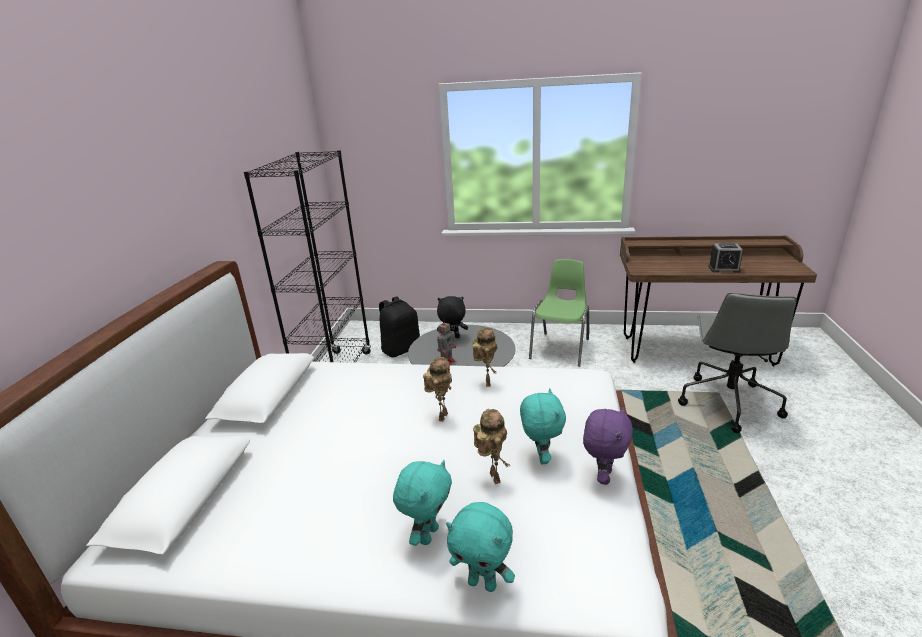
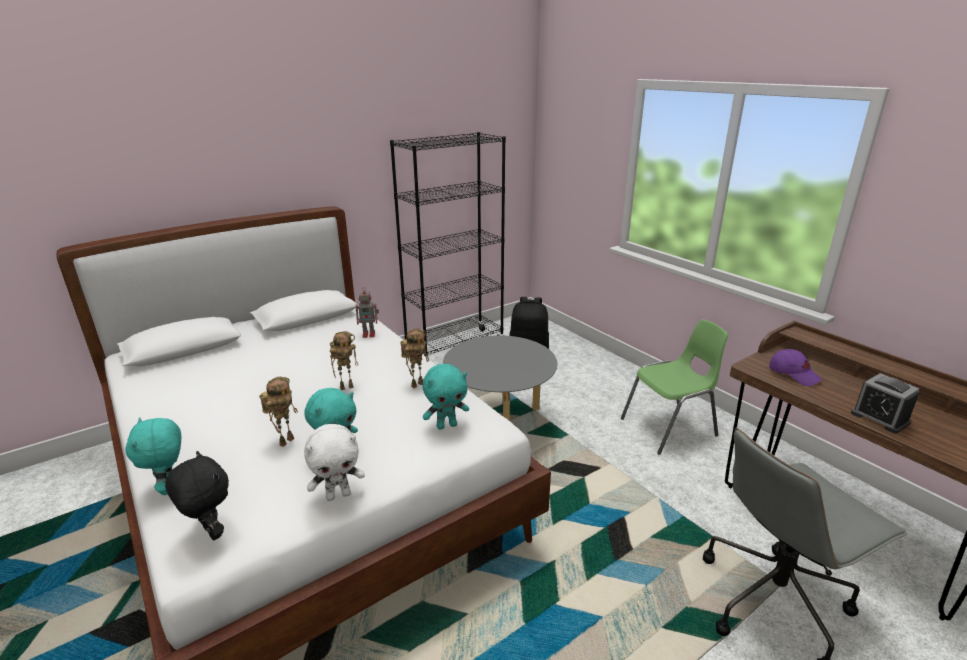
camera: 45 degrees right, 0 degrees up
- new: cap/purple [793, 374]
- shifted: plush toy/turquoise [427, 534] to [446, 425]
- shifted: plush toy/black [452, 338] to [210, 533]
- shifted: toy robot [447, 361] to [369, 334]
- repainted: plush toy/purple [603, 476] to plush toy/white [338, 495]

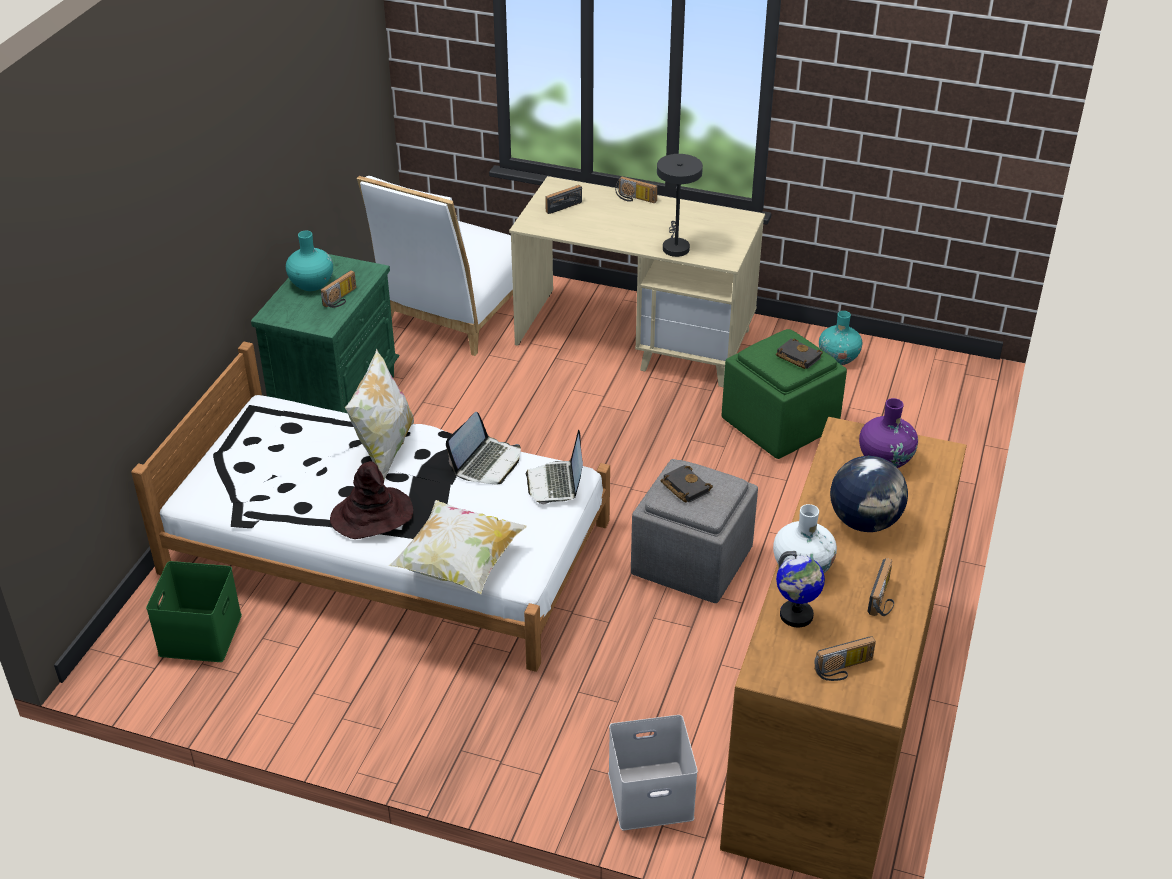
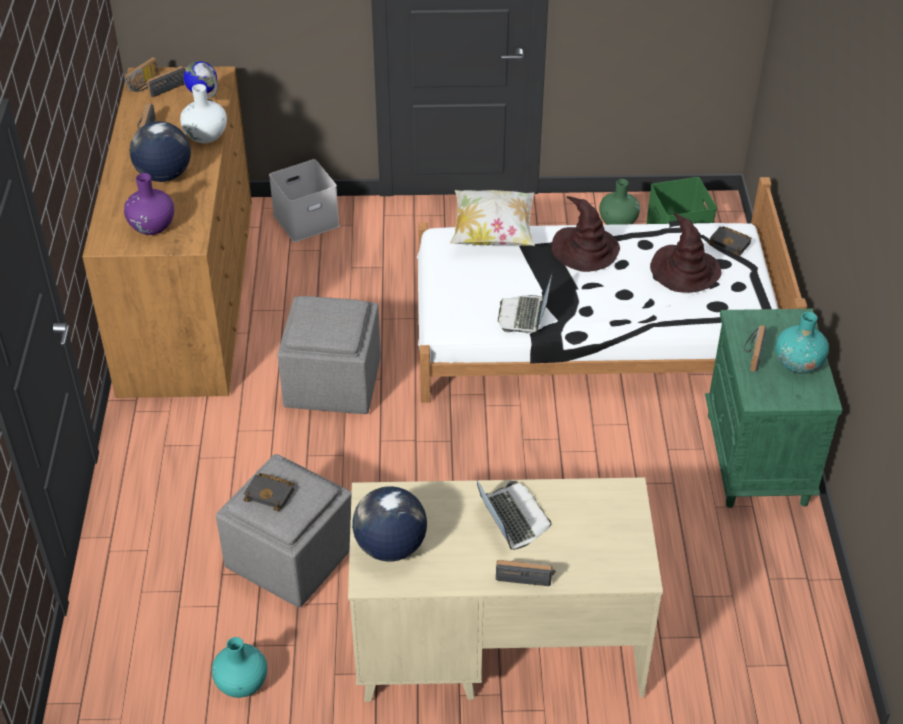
camera: 160 degrees right, 5 degrees up
- gone: pillow [384, 449]
- gone: chair/white [453, 315]
- gone: table lamp/grey [675, 246]
- new: globe [390, 547]
- new: vase/green [618, 222]
- new: hat/brown [685, 271]
- shifted: laptop [556, 484] to [511, 518]
- shifted: radio [562, 205] to [144, 84]
- shifted: book/black [684, 487] to [731, 243]
- repainted: ottoman/green [781, 425] to ottoman/grey [289, 558]

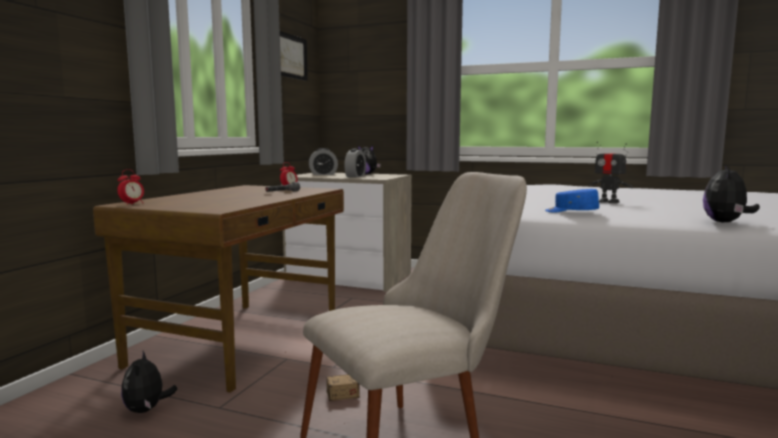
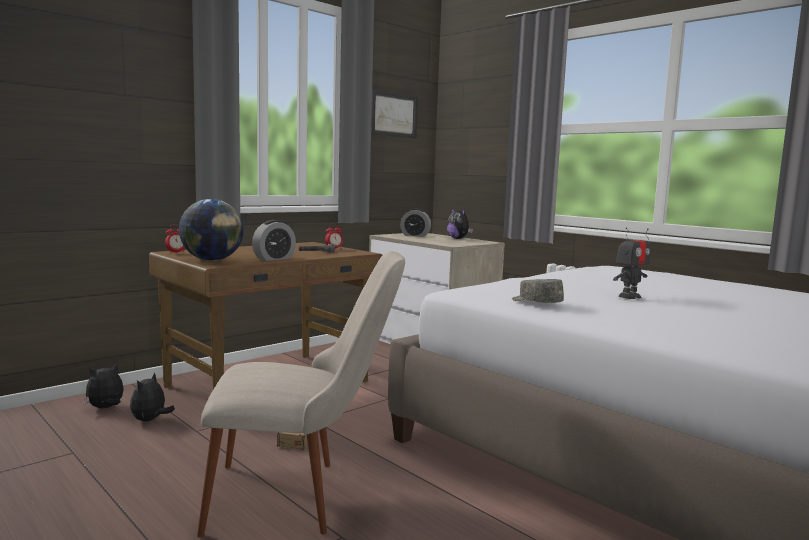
camera: 25 degrees right, 0 degrees up
- new: globe [212, 260]
- shifted: alarm clock [355, 176] to [274, 258]
- shifted: plush toy [726, 222] to [106, 408]
- repainted: cap/blue [571, 212] to cap/grey [536, 303]
- rotated: toy robot [608, 202] = [629, 296] 105 degrees counterclockwise

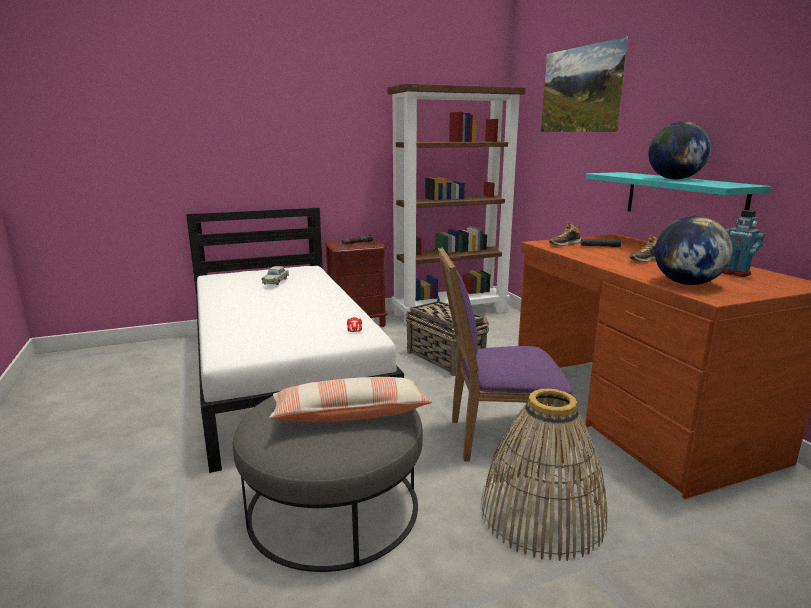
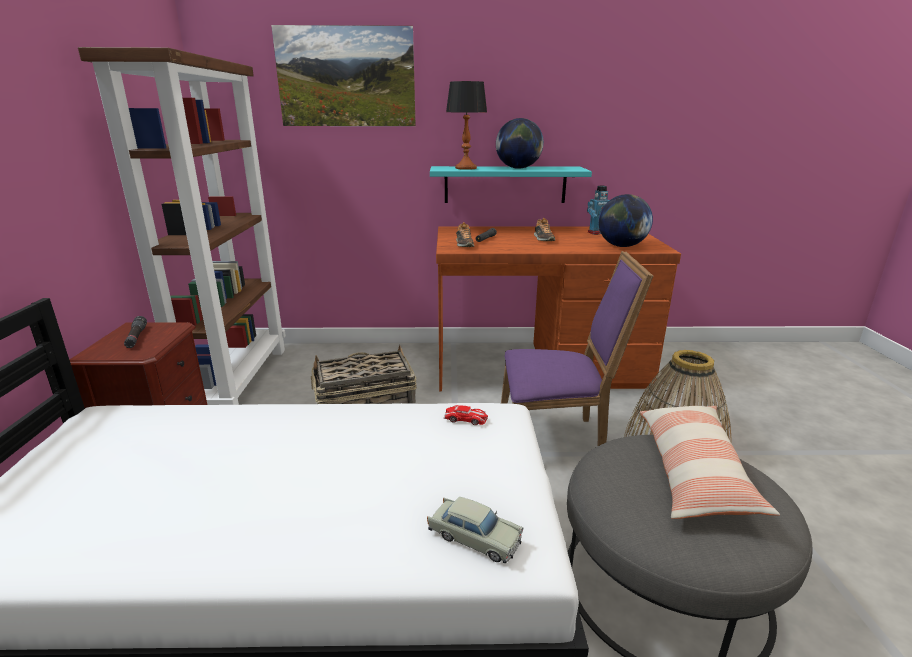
camera: 70 degrees left, 5 degrees up
- new: table lamp [465, 168]
- shifted: toy car/beige [276, 281] to [474, 537]
- rotated: chair/purple [497, 437] = [556, 438] 105 degrees counterclockwise

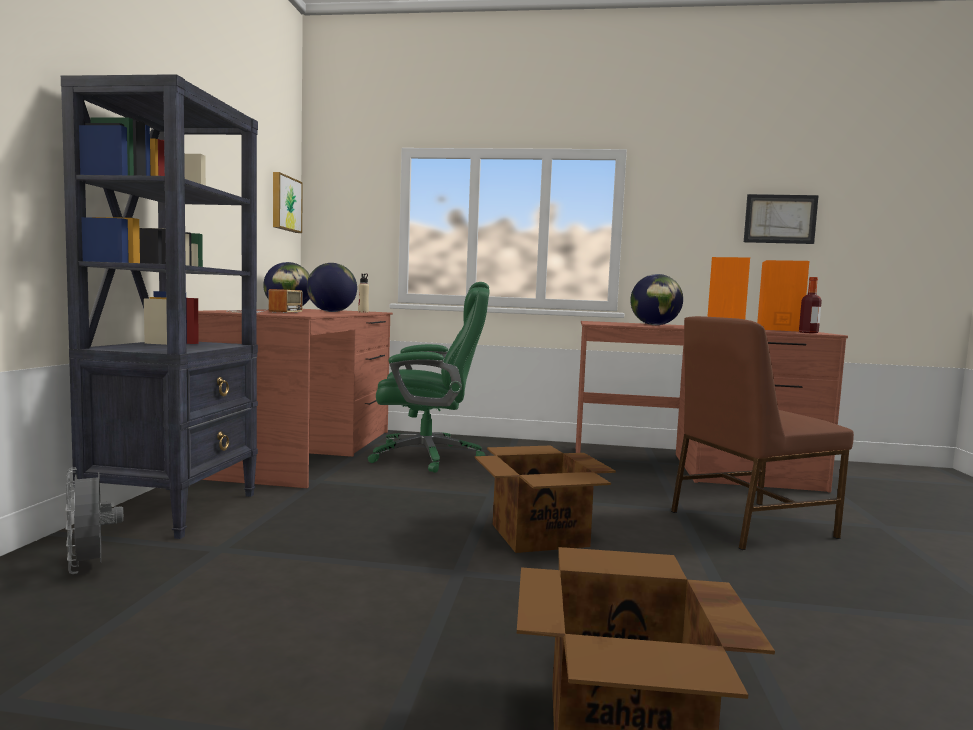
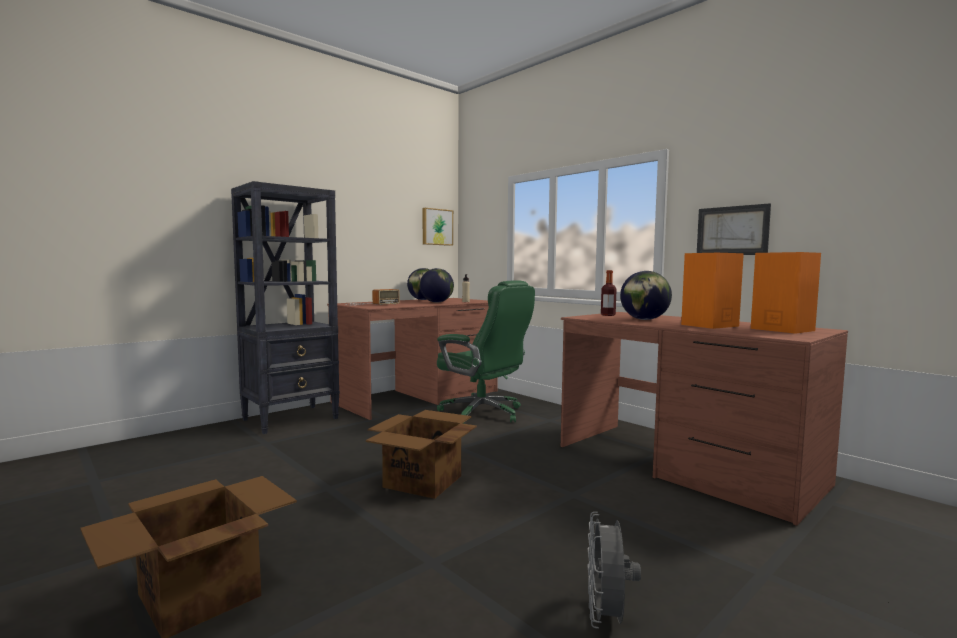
camera: 40 degrees right, 0 degrees up
- gone: chair/brown [748, 524]
- shifted: fan/grey [90, 567] to [606, 618]
- shifted: picture [780, 219] to [732, 231]
- shifted: bottle [808, 332] to [608, 315]

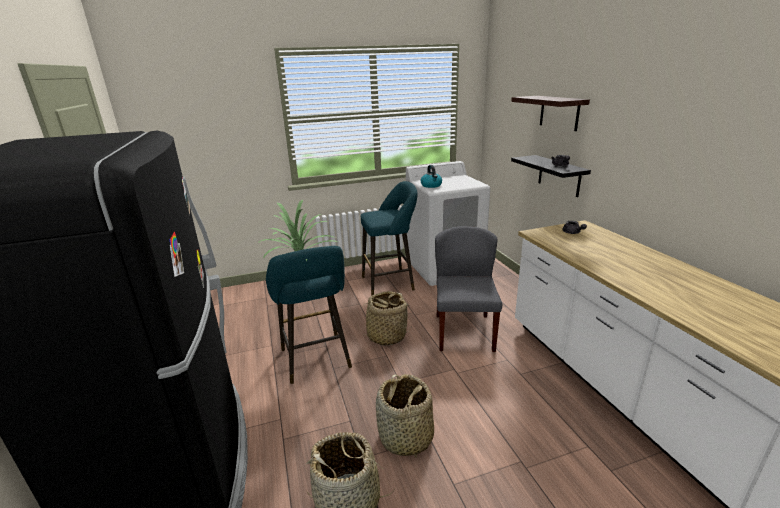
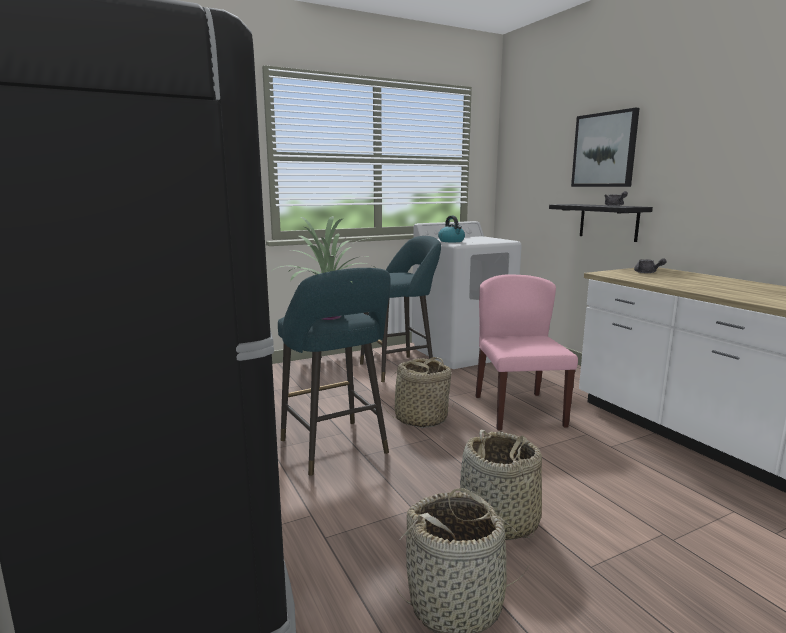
camera: 10 degrees left, 10 degrees down
- swapped: shelf [559, 112] to picture [604, 150]
- repainted: chair/grey [464, 332] to chair/pink [518, 410]

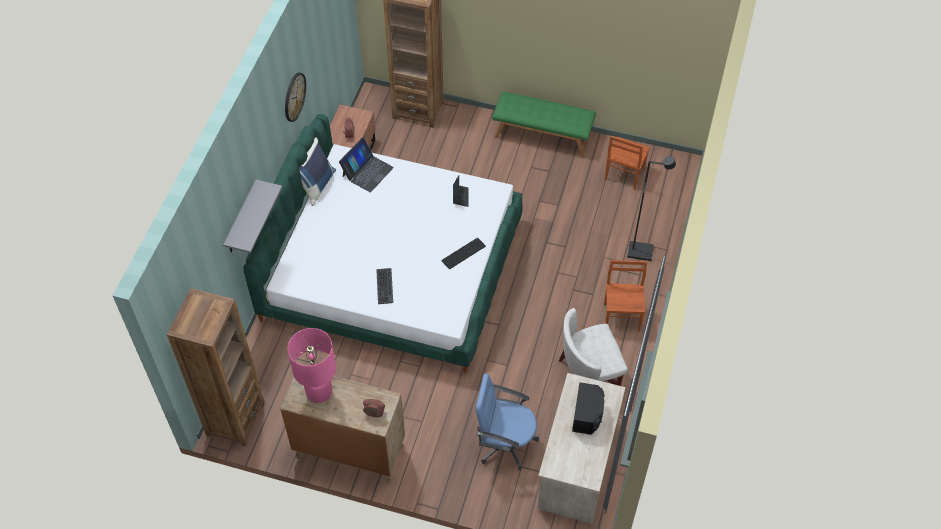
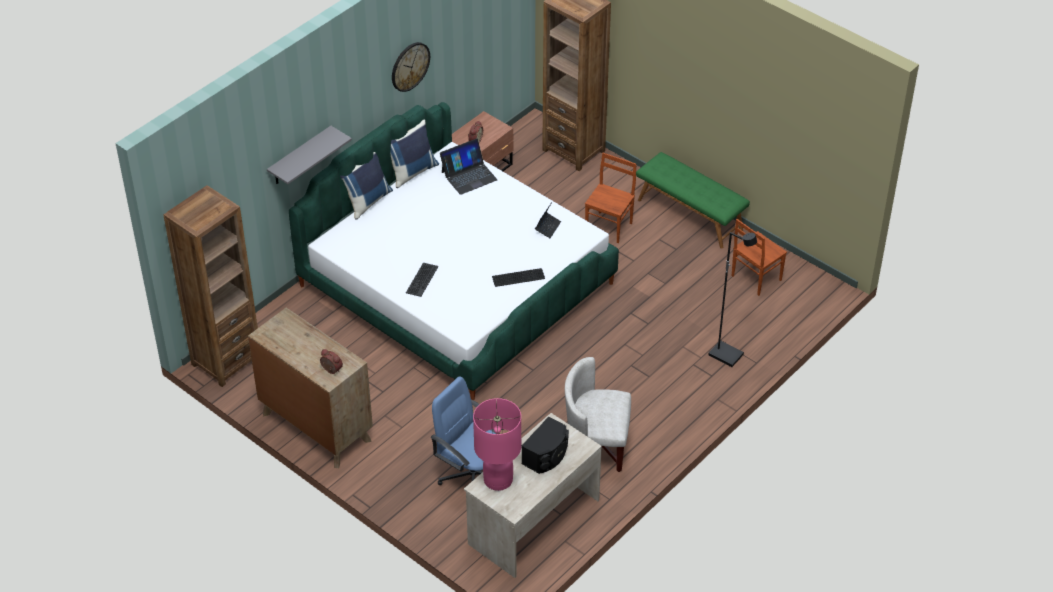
camera: 25 degrees right, 10 degrees down
- new: pillow/blue [367, 201]
- shifted: table lamp/pink [319, 391] to [498, 480]
- shifted: chair/brown [622, 316] to [609, 227]

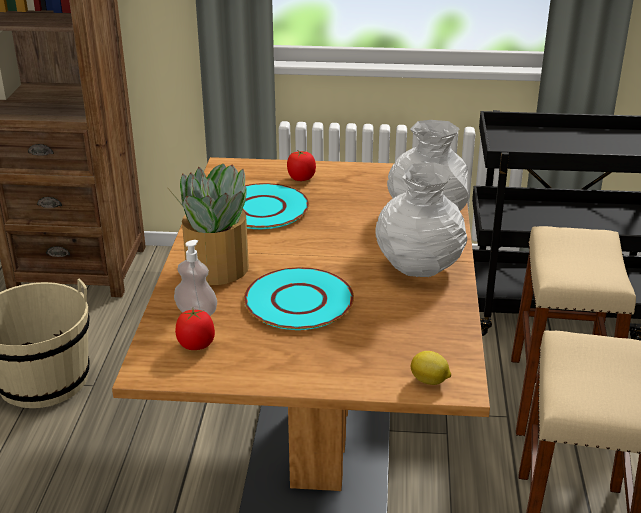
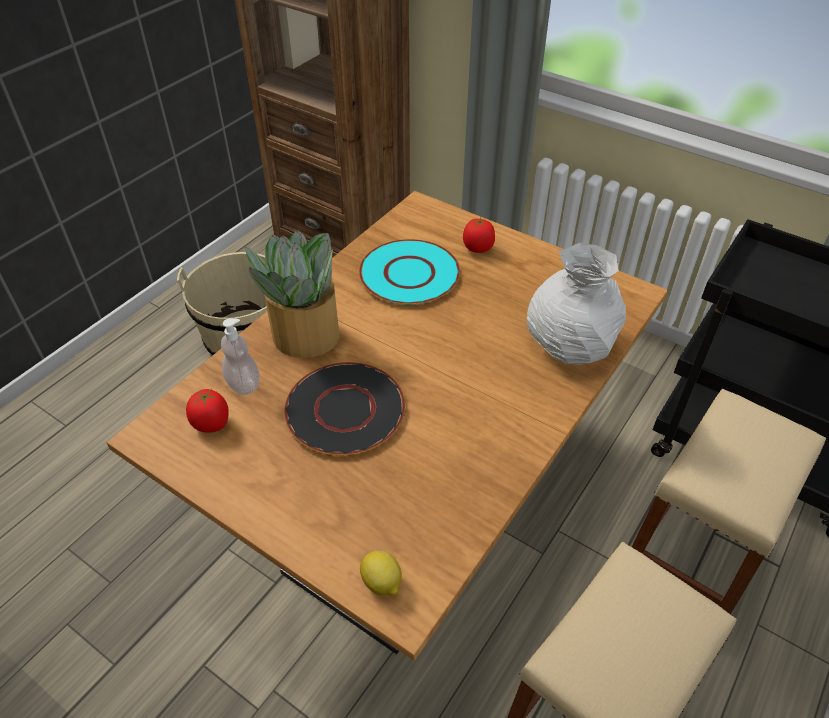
camera: 30 degrees right, 15 degrees up
- gone: vase/white [418, 268]
- repainted: plate/turquoise [299, 301] to plate/black [345, 410]

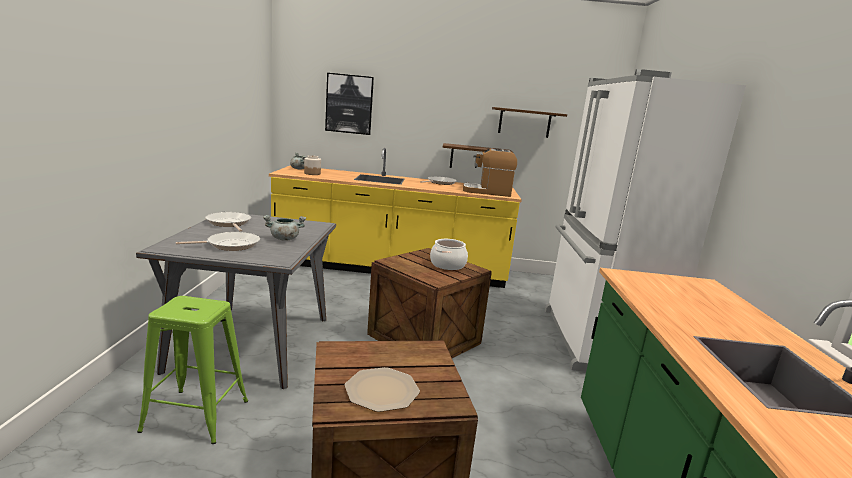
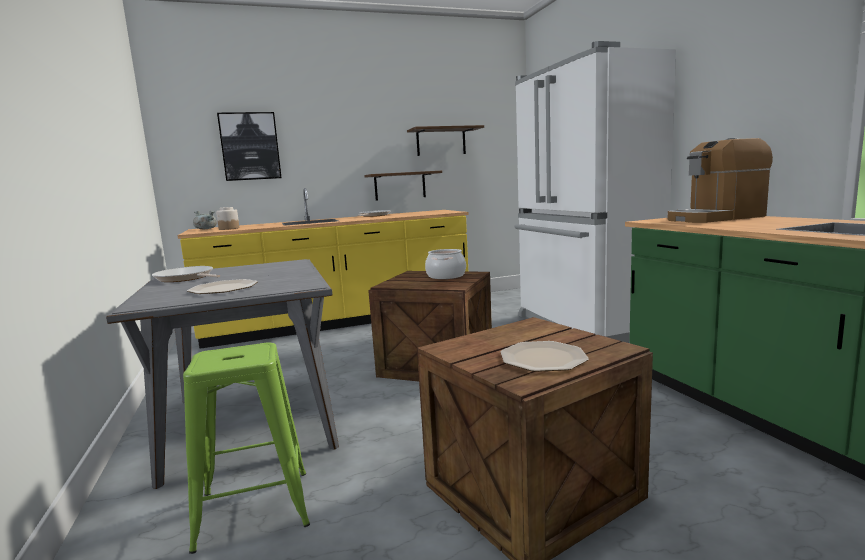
camera: 20 degrees left, 5 degrees down
- gone: cooking pot/grey [284, 239]
- shifted: coffee machine [487, 192] to [715, 218]
- swapped: frying pan [230, 245] to plate [223, 288]

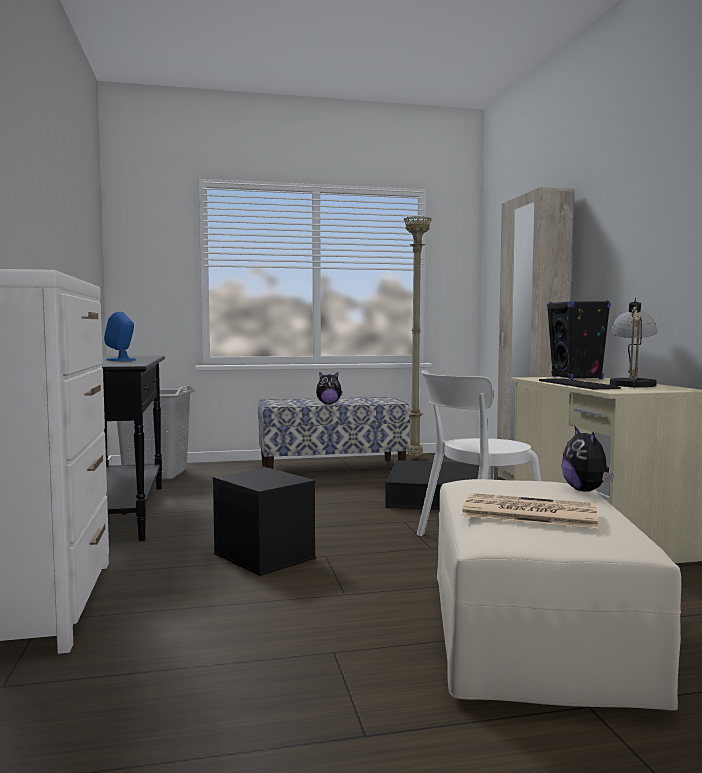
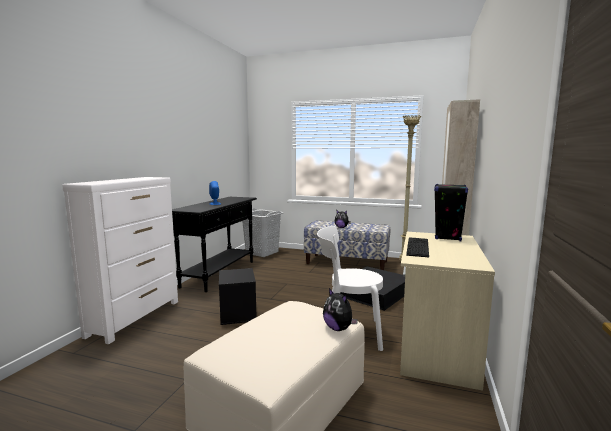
camera: 30 degrees right, 5 degrees up
- gone: newspaper [527, 513]
- gone: table lamp [632, 384]
- rotated: plush toy [586, 491] = [338, 328] 60 degrees counterclockwise

